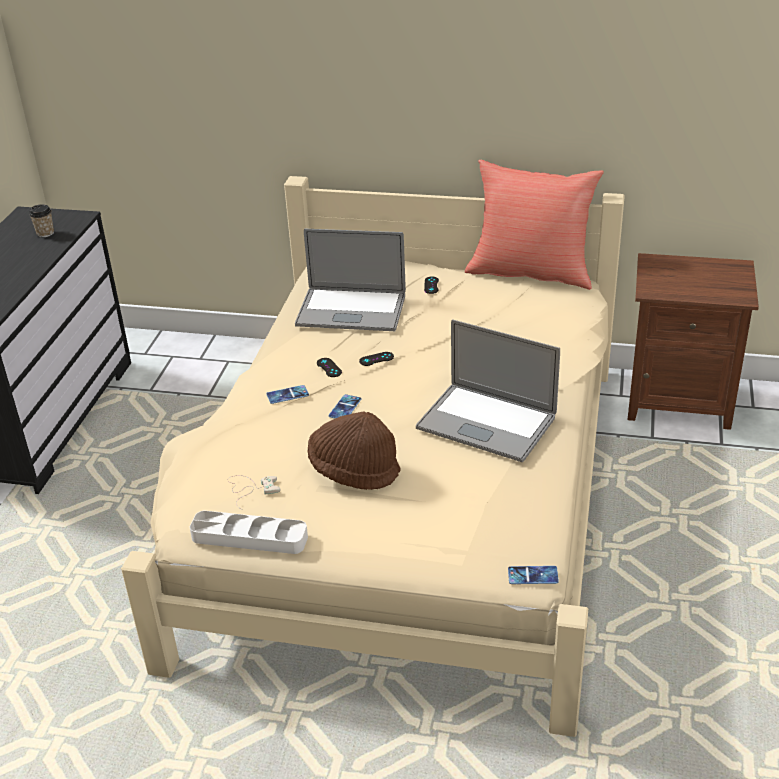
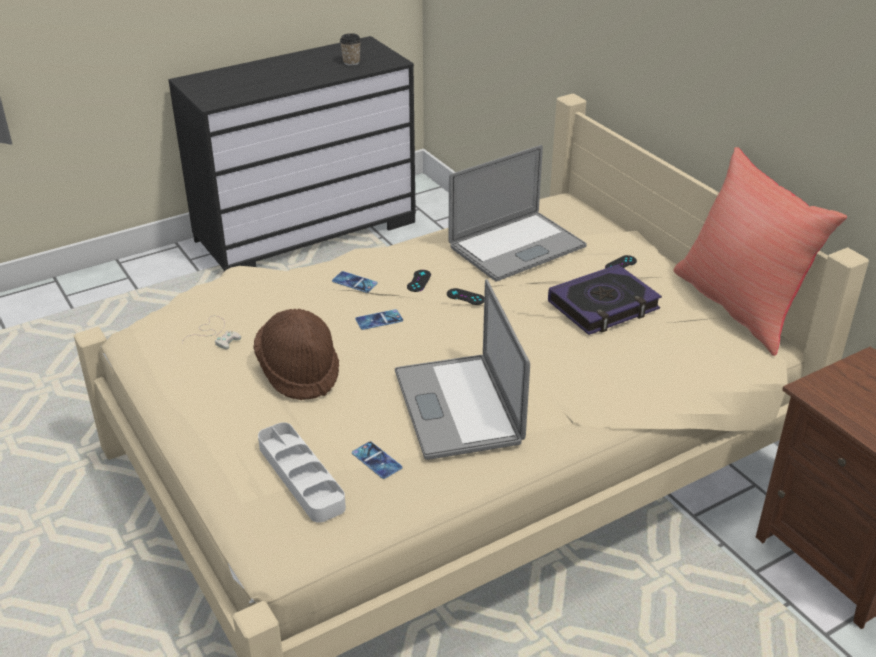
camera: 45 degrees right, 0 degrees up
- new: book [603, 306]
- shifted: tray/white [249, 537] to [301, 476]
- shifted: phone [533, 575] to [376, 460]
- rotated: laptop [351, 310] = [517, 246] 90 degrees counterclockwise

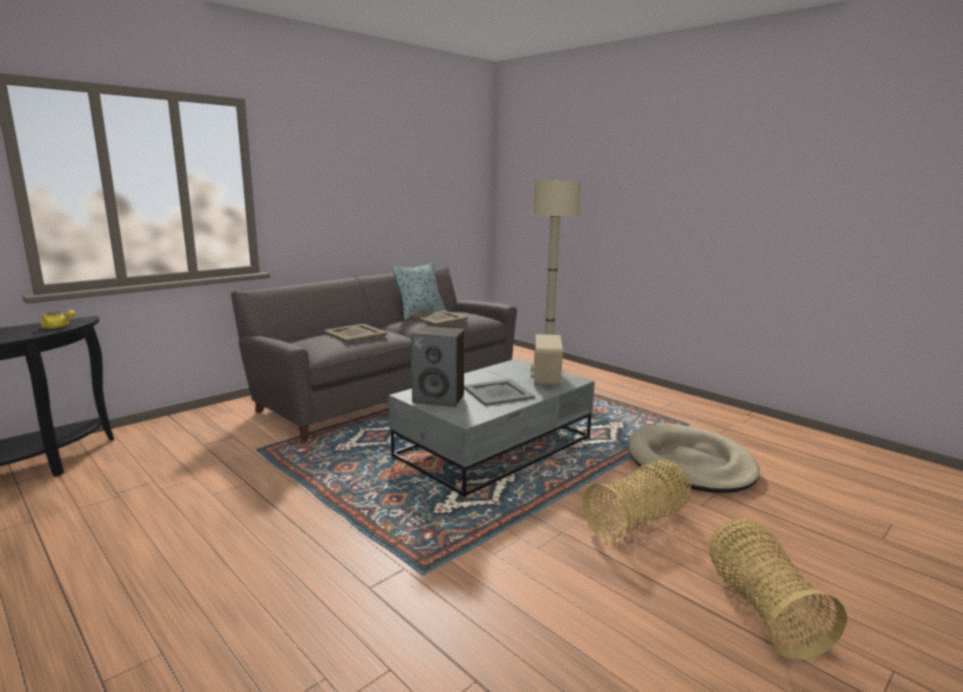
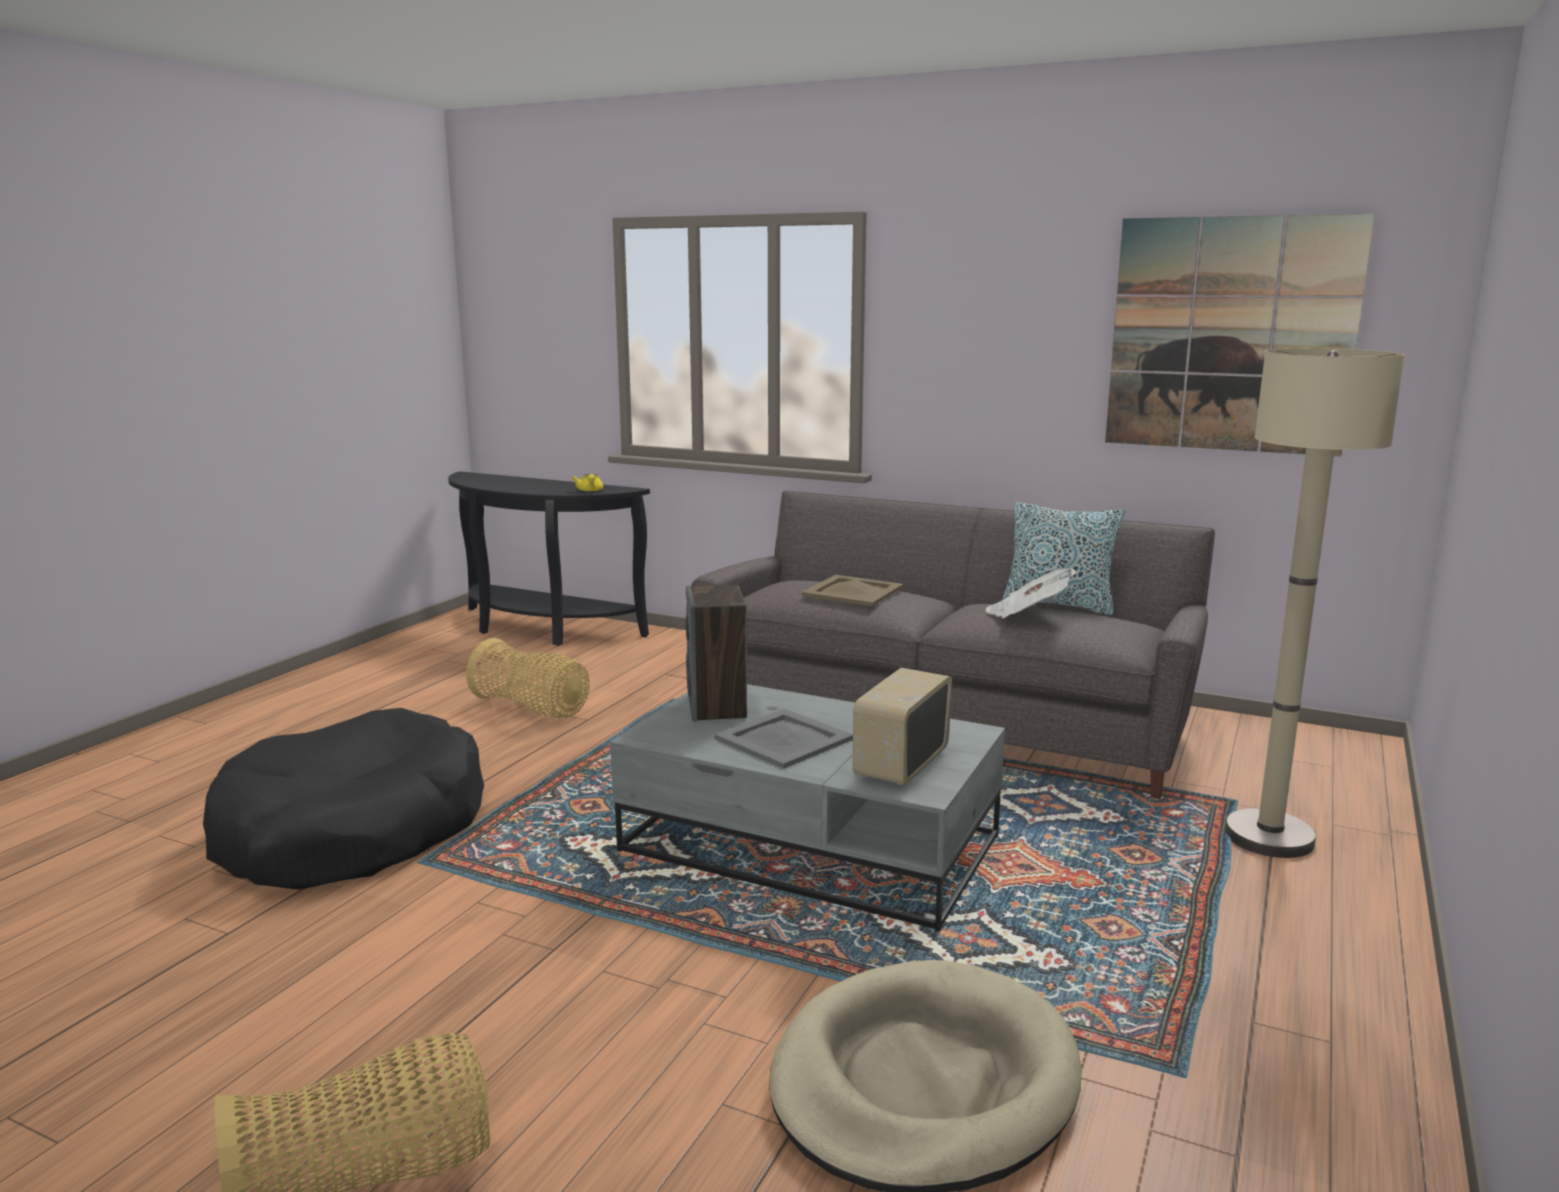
camera: 70 degrees right, 0 degrees up
- new: dog bed/black [352, 831]
- new: picture [1231, 335]
- shifted: basket [638, 522] to [532, 709]
- swapped: tray/beige [438, 318] to newspaper [1027, 615]
- rotated: radio [545, 379] = [900, 764] 45 degrees counterclockwise

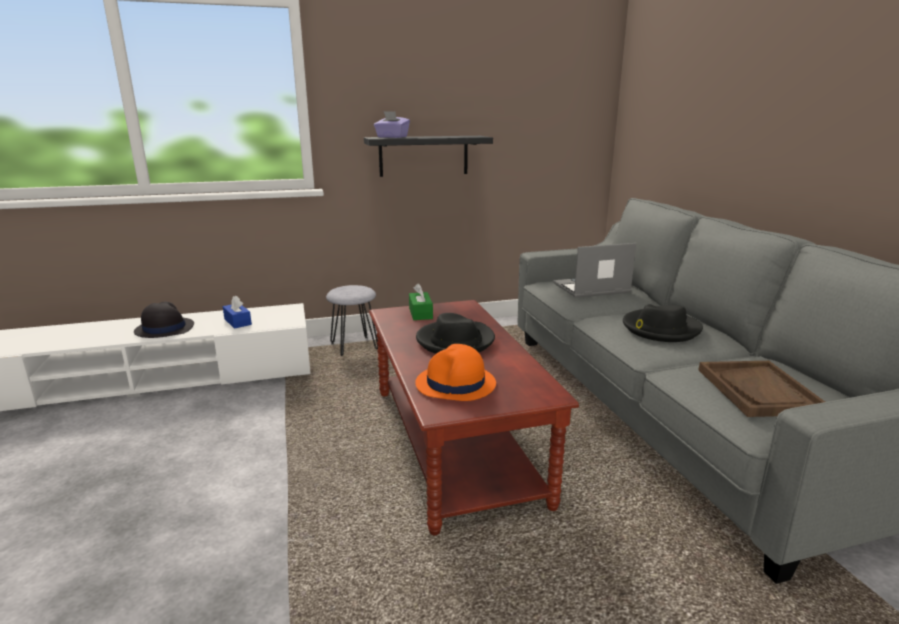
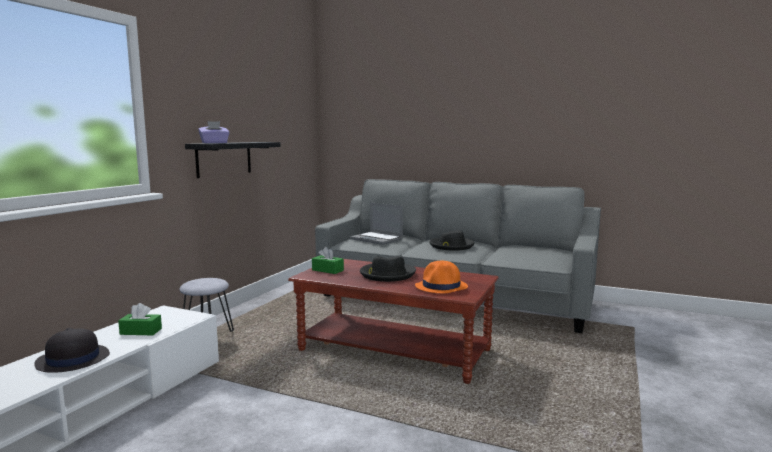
camera: 50 degrees left, 10 degrees down
- gone: tray/brown [758, 391]
- repainted: tissue box/blue [237, 322] to tissue box/green [141, 331]
- rotated: laptop [591, 289] = [377, 239] 75 degrees counterclockwise

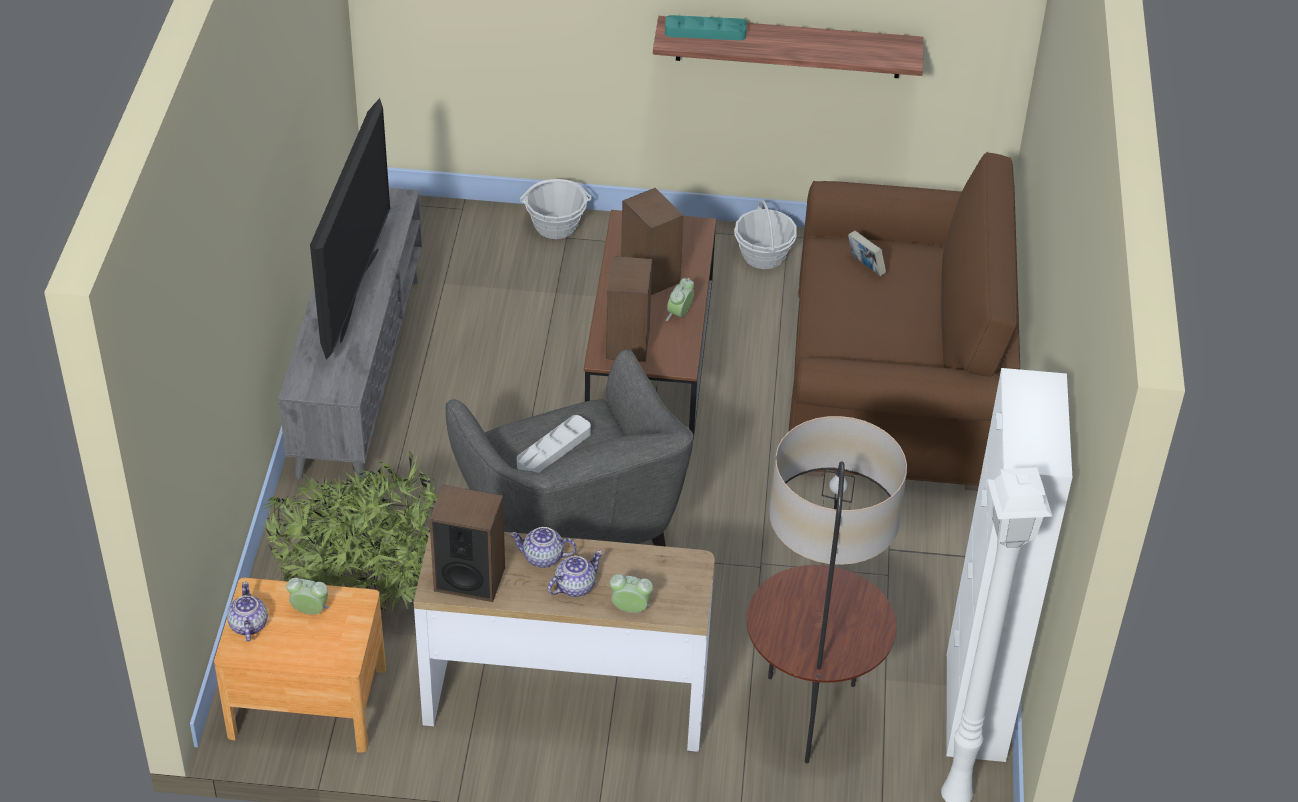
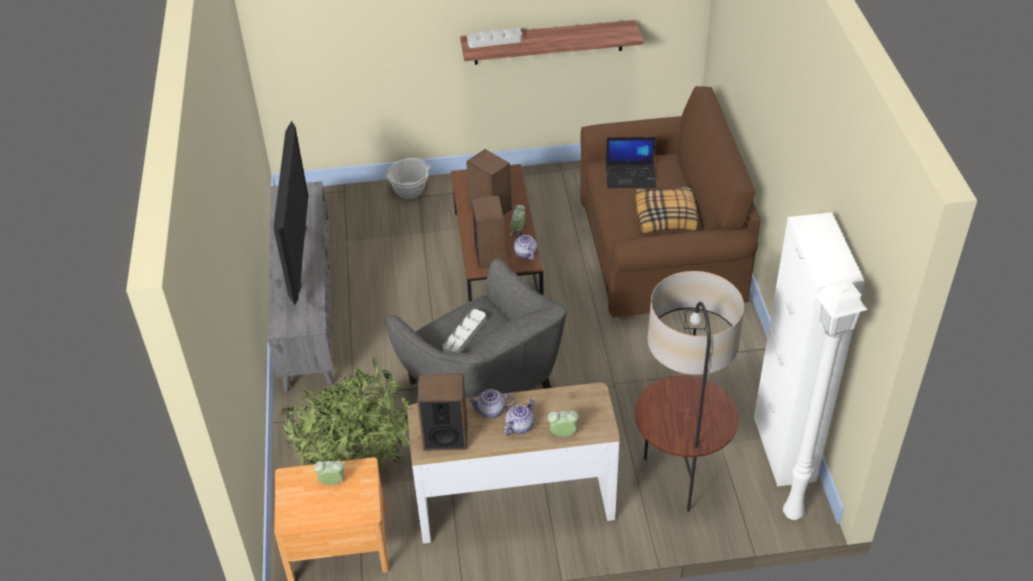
camera: 10 degrees left, 0 degrees up
- gone: basket [763, 256]
- new: pillow [666, 217]
- shifted: teapot [248, 625] to [525, 253]
- swapped: book [865, 267] to laptop [631, 176]
- repainted: tray/turquoise [705, 32] to tray/grey [494, 41]

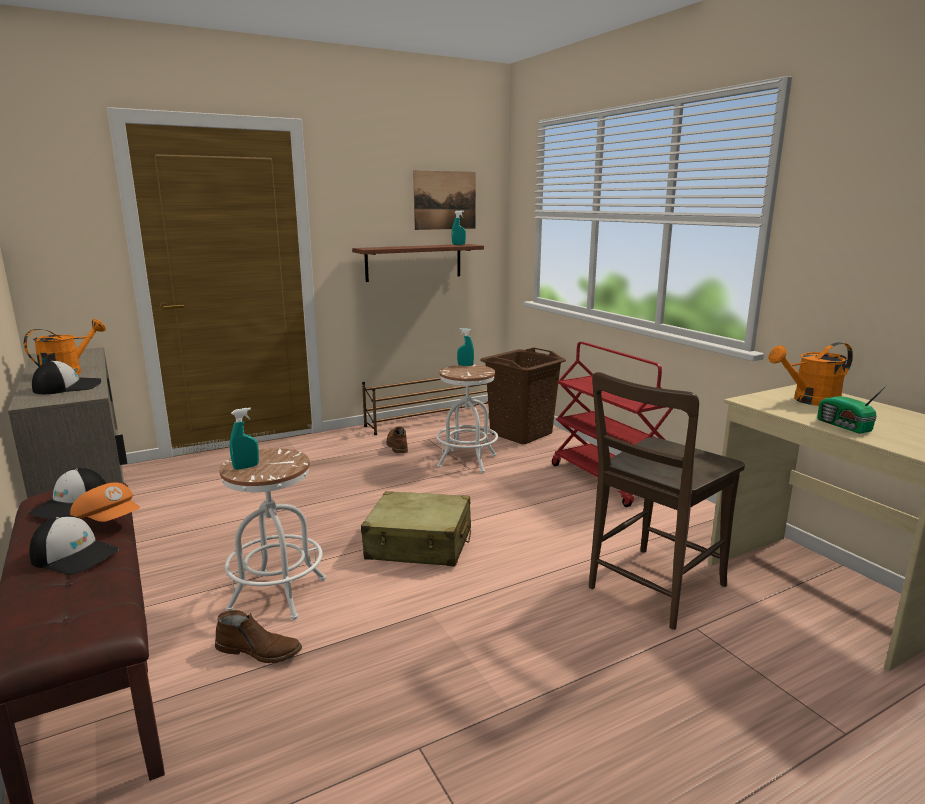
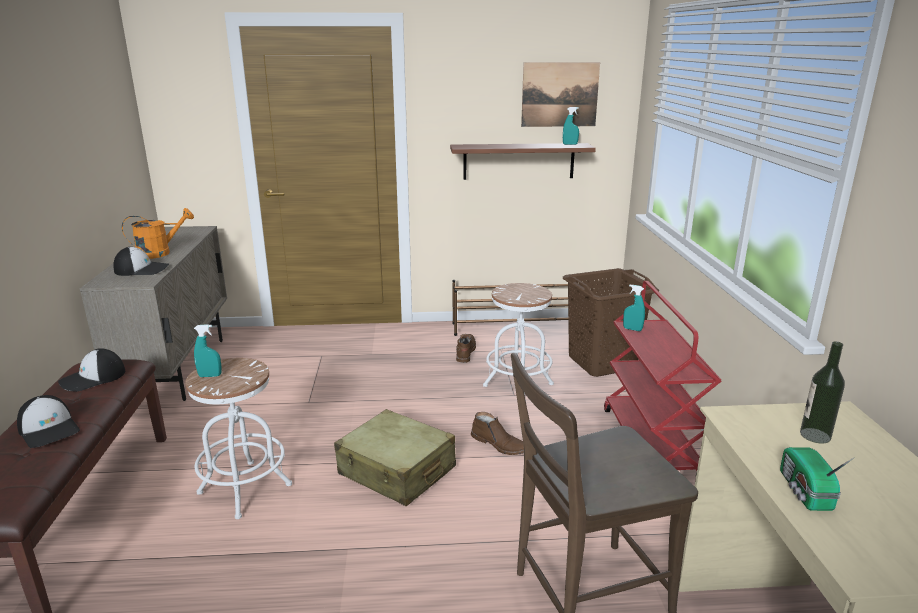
camera: 25 degrees right, 5 degrees up
- gone: cap/orange [109, 521]
- shifted: boot/brown [259, 650] to [499, 444]
- shifted: spray bottle/turquoise [465, 365] to [632, 329]
- swapped: watering can/orange [809, 401] to bottle [815, 435]

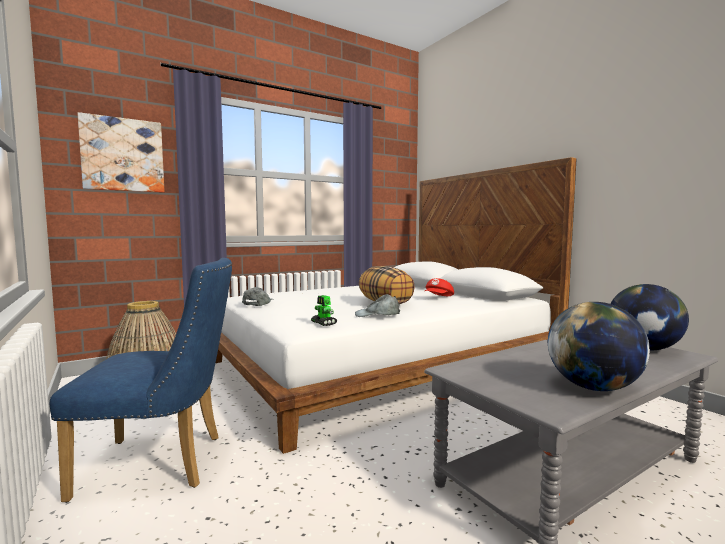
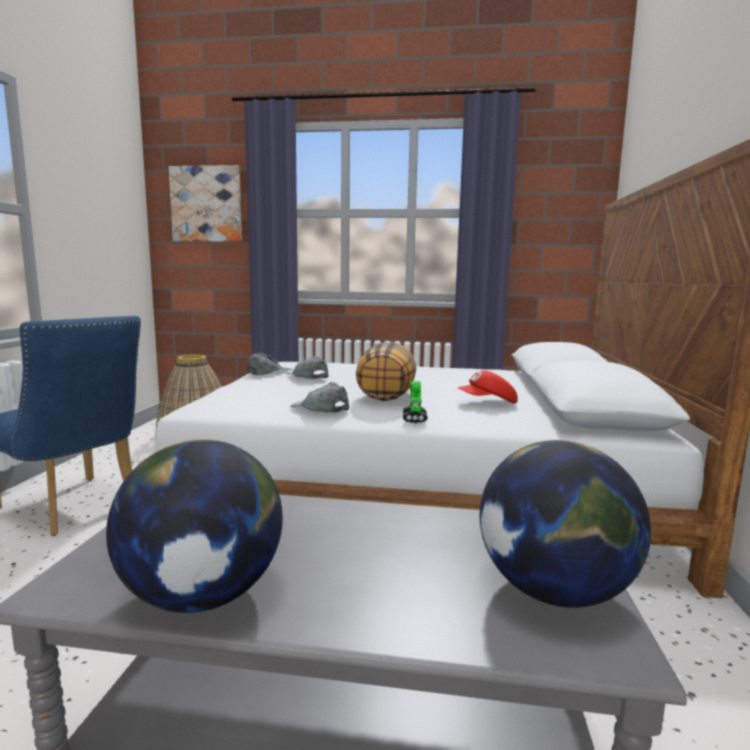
camera: 40 degrees right, 5 degrees up
- new: cap/grey [307, 376]
- shifted: toy robot [324, 323] to [414, 419]

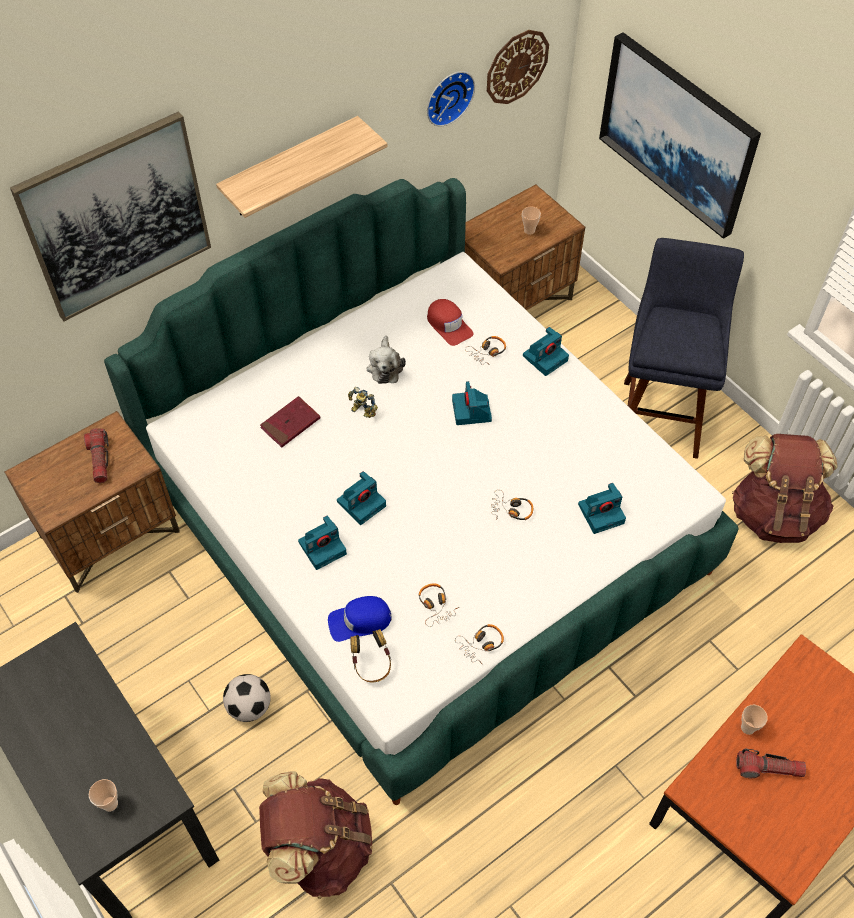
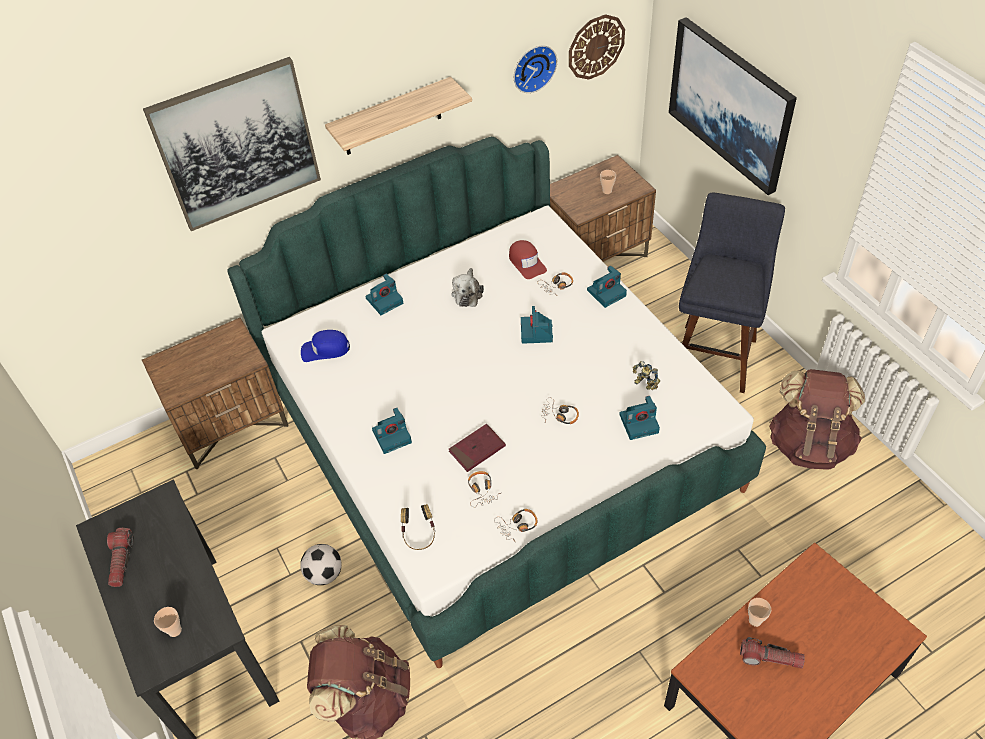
camera: 10 degrees right, 5 degrees down
- shifted: flashlight [100, 460] to [121, 561]
- shifted: book/red [290, 423] to [477, 449]
- shifted: cap/blue [359, 621] to [325, 349]
- shifted: photo camera [362, 503] to [385, 300]
- shifted: toy robot [362, 411] to [644, 384]

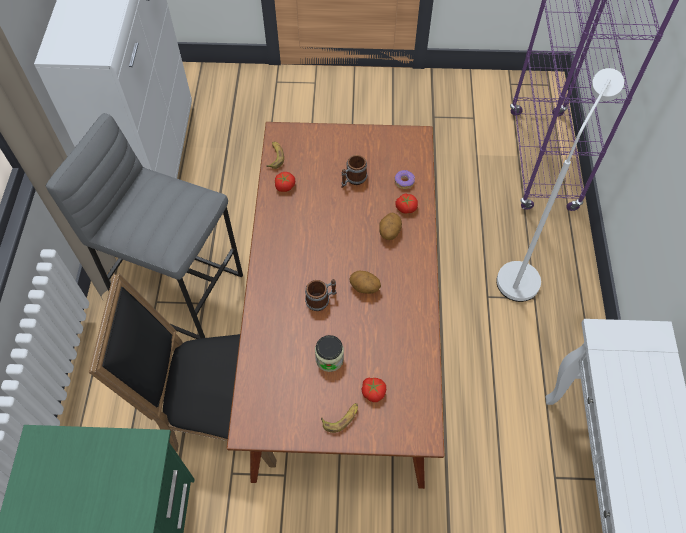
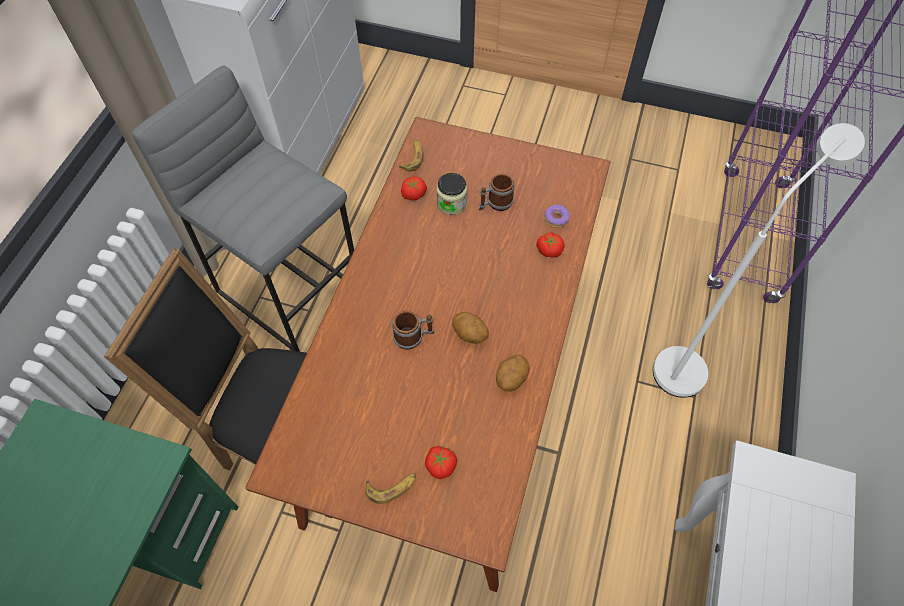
camera: 15 degrees right, 0 degrees up
- shifted: jar [329, 359] to [451, 203]
- shifted: potato [389, 232] to [511, 379]

